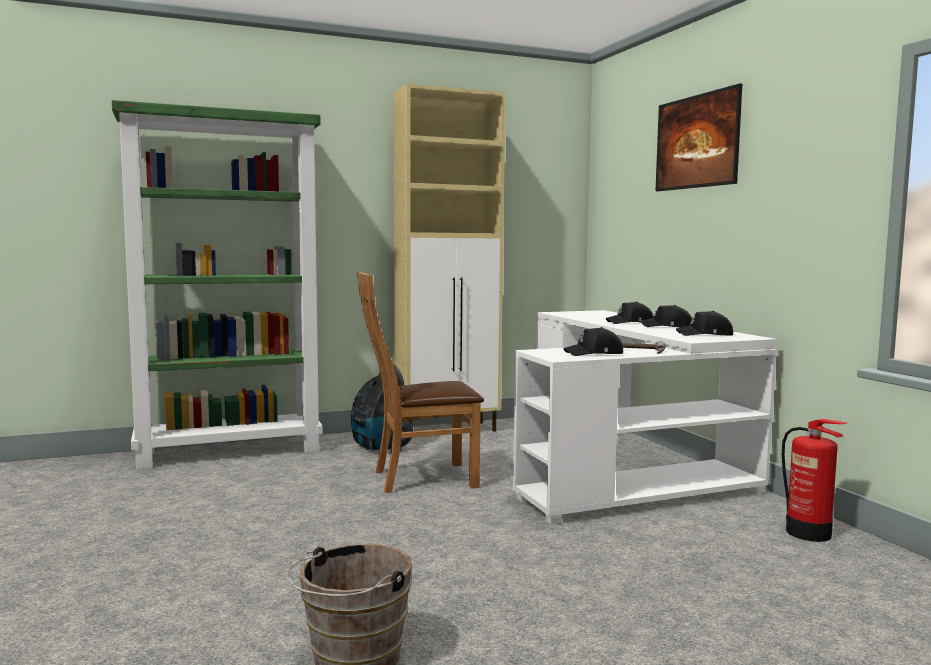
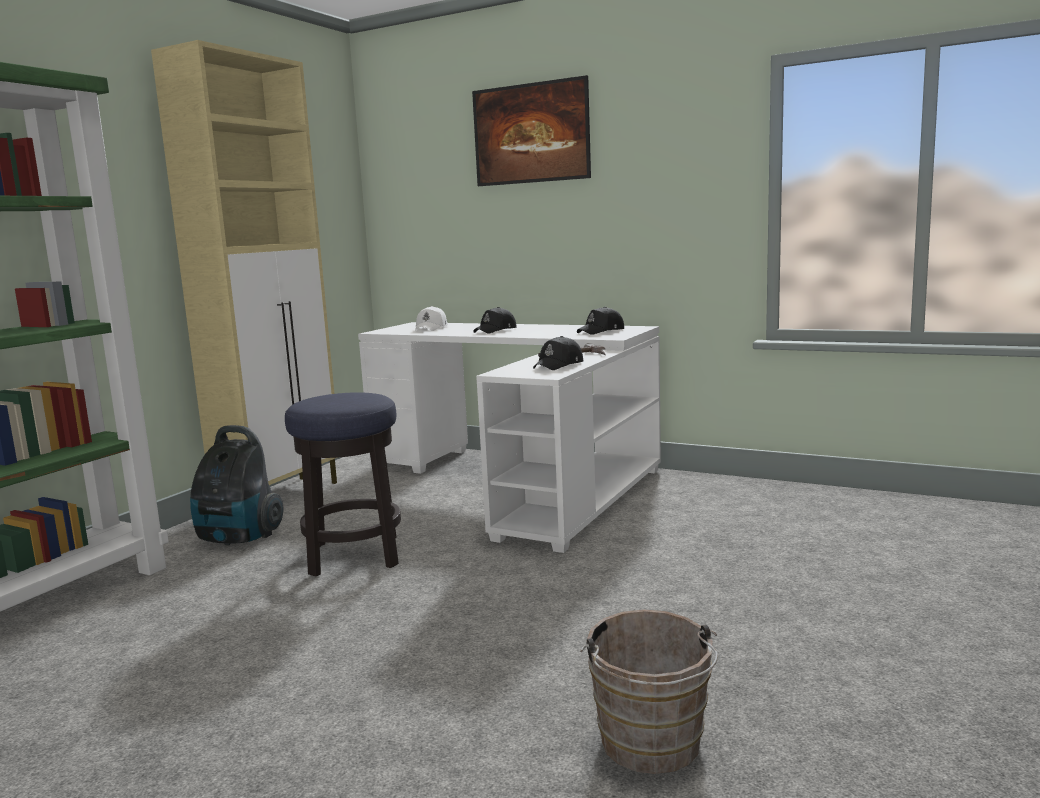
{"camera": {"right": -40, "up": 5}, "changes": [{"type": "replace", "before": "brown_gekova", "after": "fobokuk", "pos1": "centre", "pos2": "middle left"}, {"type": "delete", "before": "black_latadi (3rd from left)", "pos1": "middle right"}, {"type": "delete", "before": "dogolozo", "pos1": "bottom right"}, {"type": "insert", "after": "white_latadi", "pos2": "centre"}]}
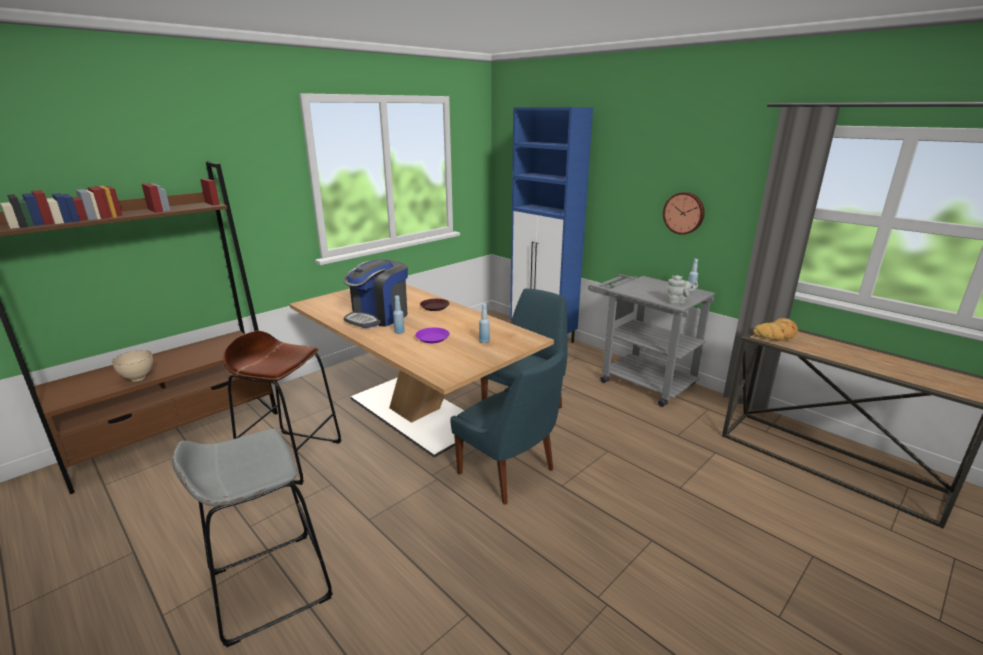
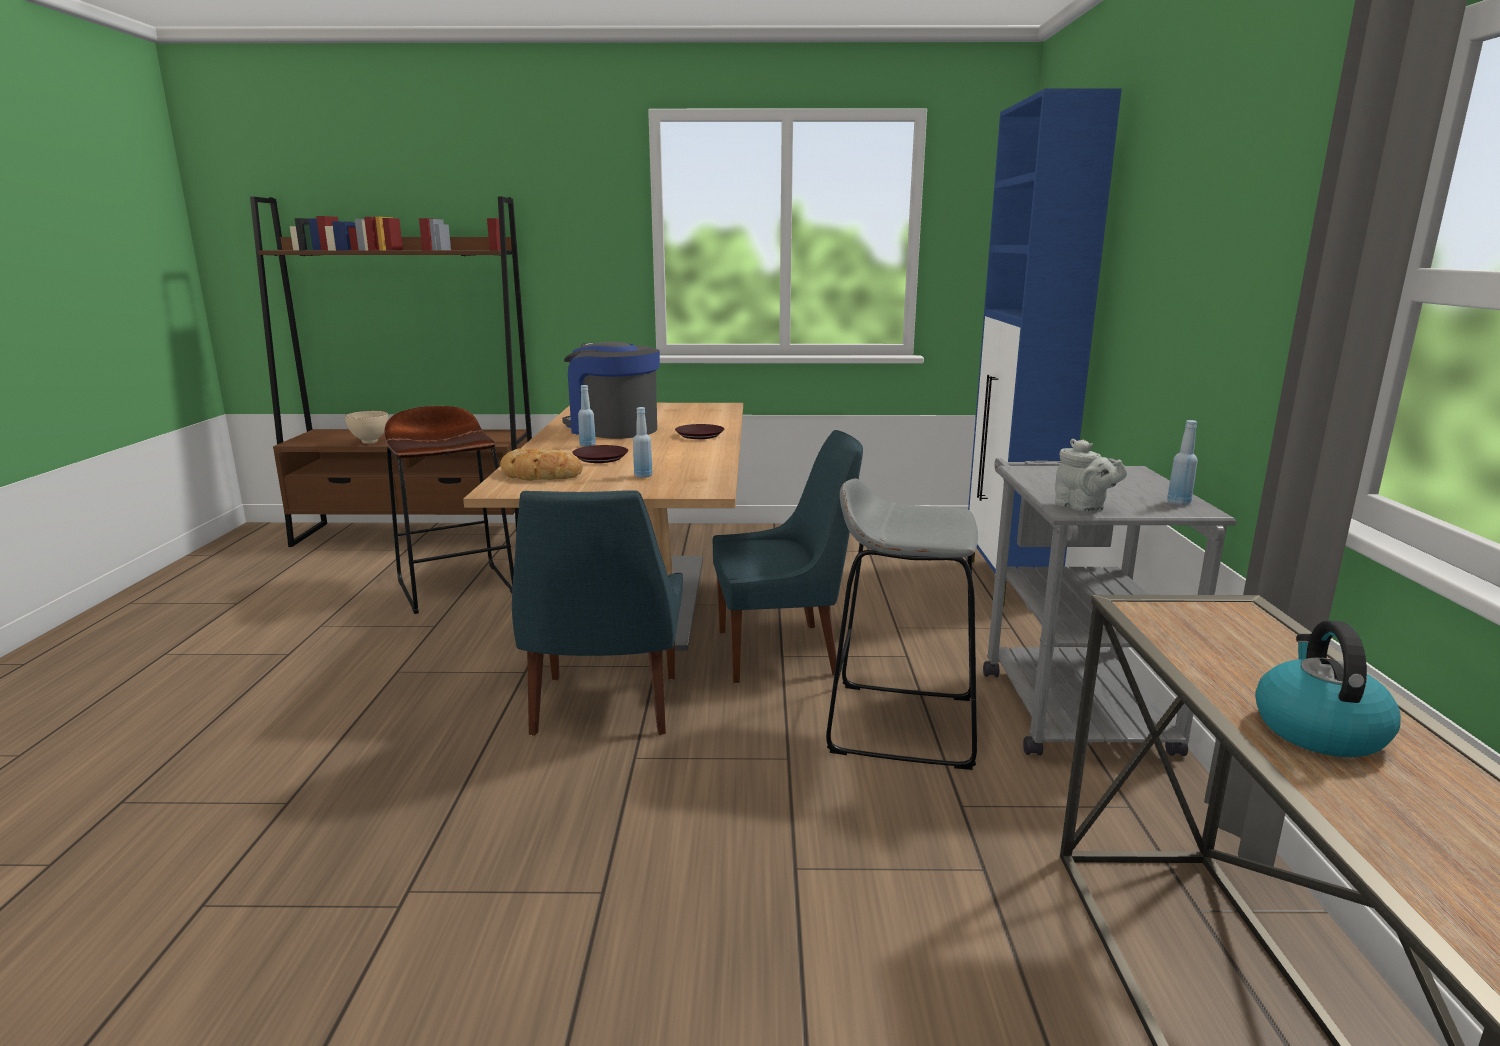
{"camera": {"right": 45, "up": -5}, "changes": [{"type": "delete", "before": "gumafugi", "pos1": "top right"}, {"type": "rotate", "before": "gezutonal", "pos1": "centre", "pos2": "centre", "turn": 45}, {"type": "move", "before": "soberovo", "pos1": "middle right", "pos2": "centre"}, {"type": "recolor", "before": "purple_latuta", "after": "brown_latuta (1st from left)", "pos1": "centre", "pos2": "centre"}, {"type": "move", "before": "grey_fobokuk", "pos1": "bottom left", "pos2": "centre"}, {"type": "insert", "after": "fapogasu", "pos2": "middle right"}]}
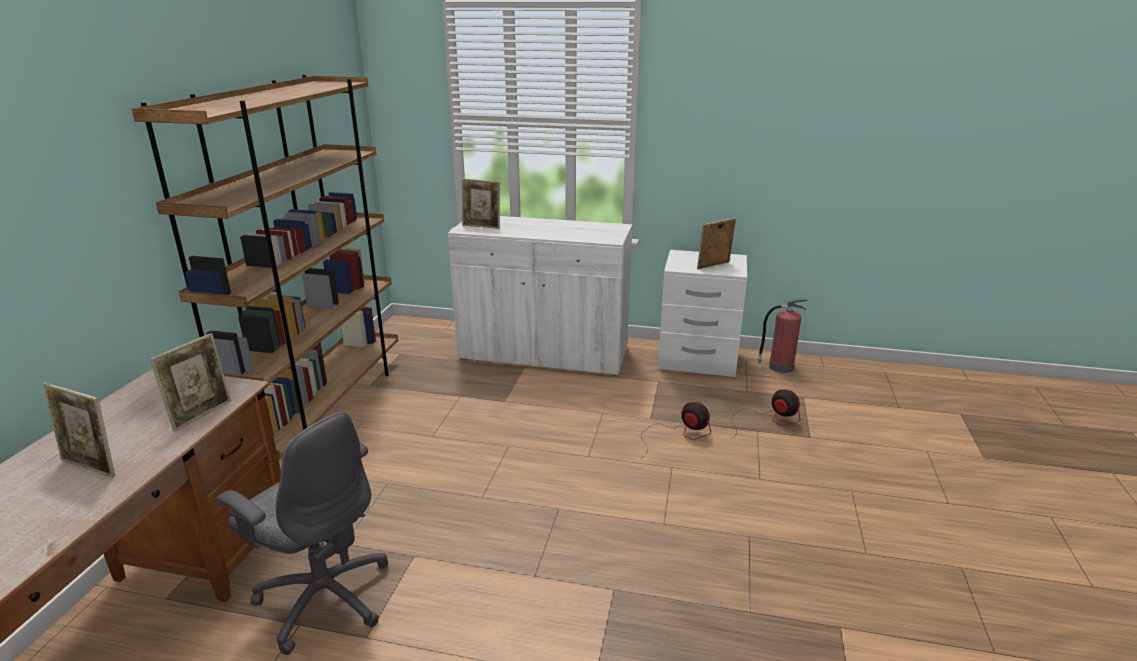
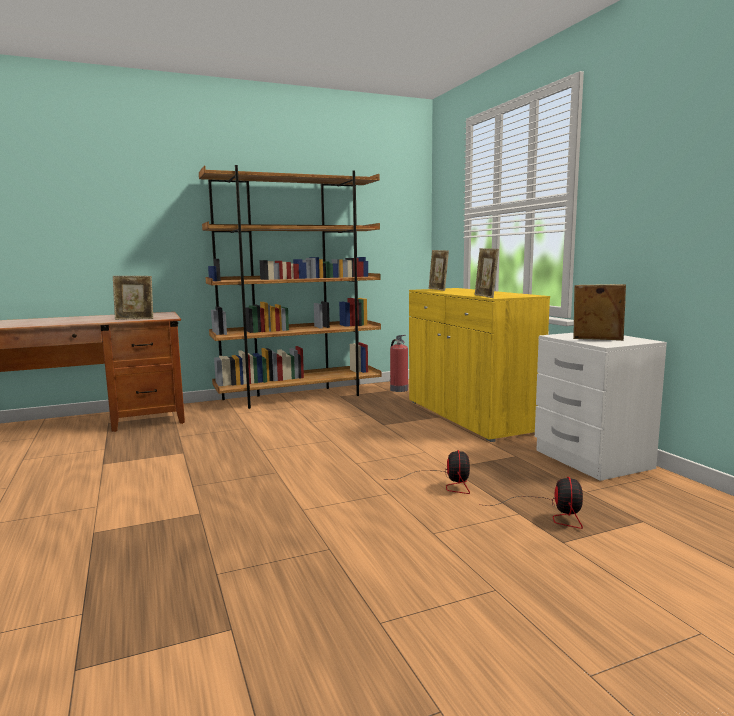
{"camera": {"right": 55, "up": -15}, "changes": [{"type": "recolor", "before": "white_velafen", "after": "yellow_velafen", "pos1": "centre", "pos2": "centre"}, {"type": "move", "before": "dogolozo", "pos1": "middle right", "pos2": "centre"}, {"type": "move", "before": "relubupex (1st from left in the first image)", "after": "relubupex (3rd from left)", "pos1": "middle left", "pos2": "centre"}, {"type": "delete", "before": "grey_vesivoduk", "pos1": "bottom left"}]}
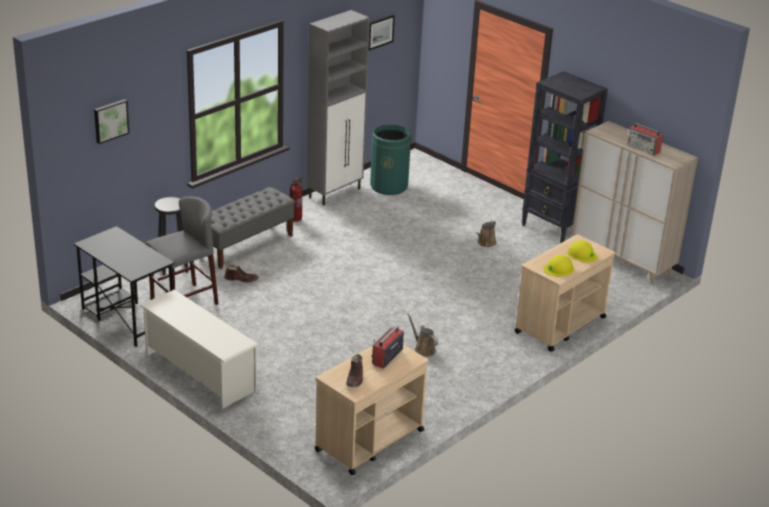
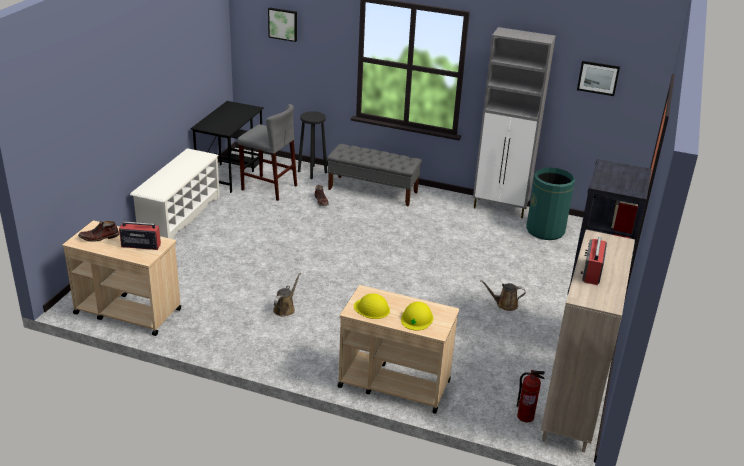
{"camera": {"right": 65, "up": 0}, "changes": [{"type": "move", "before": "dogolozo", "pos1": "centre", "pos2": "bottom right"}]}
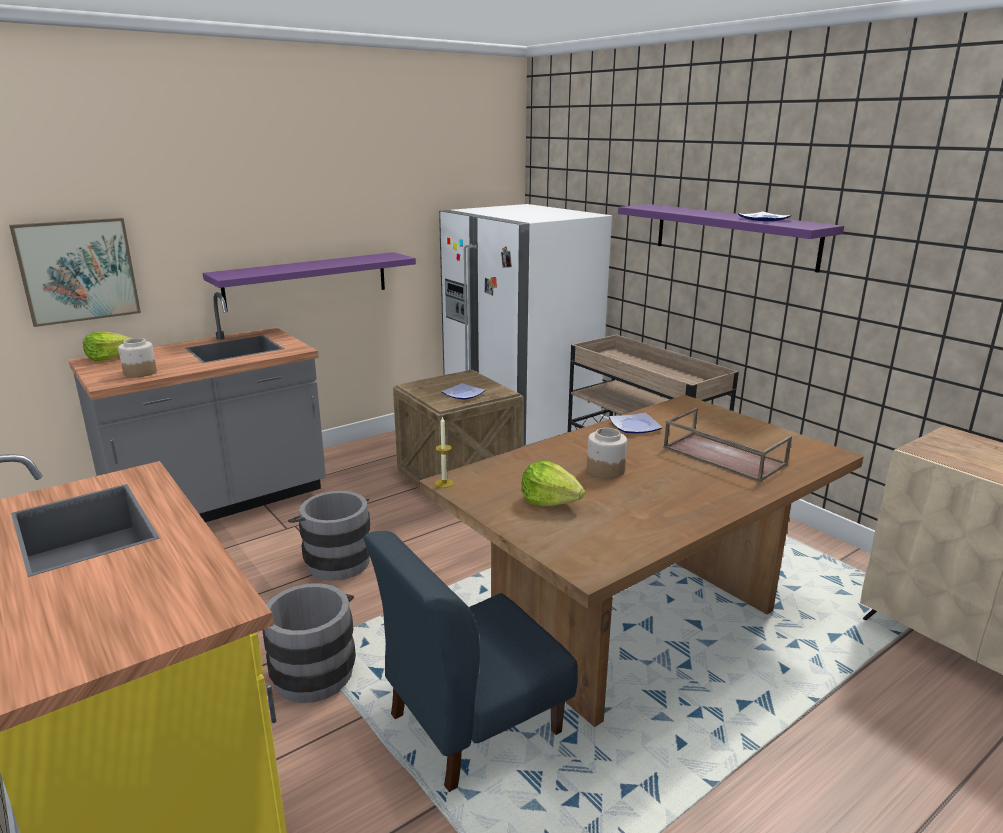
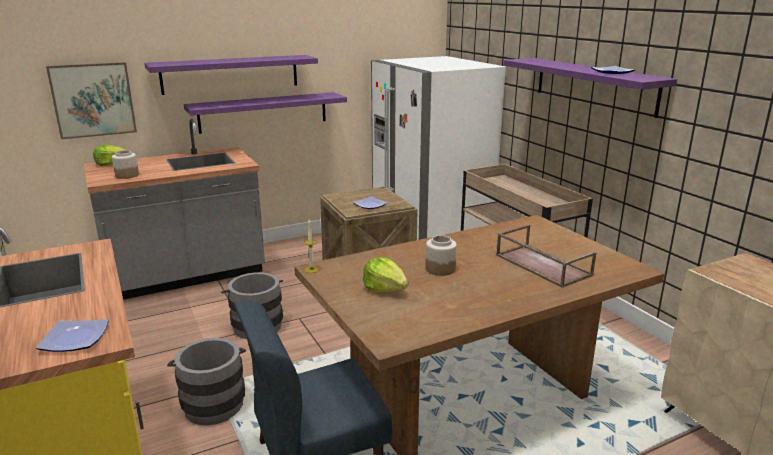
{"camera": {"right": 10, "up": 0}, "changes": [{"type": "move", "before": "latuta (2nd from left in the first image)", "after": "latuta (1st from left)", "pos1": "centre", "pos2": "bottom left"}, {"type": "insert", "after": "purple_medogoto (1st from left)", "pos2": "top left"}]}
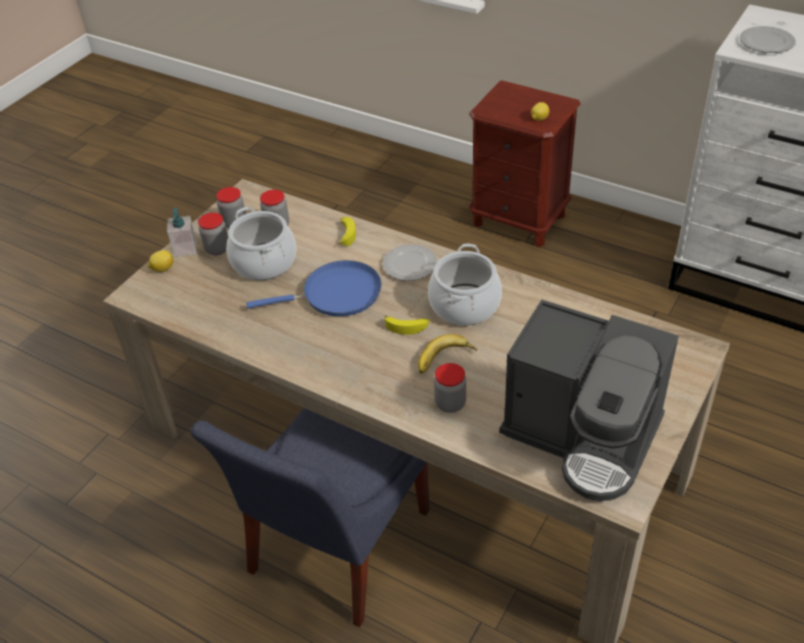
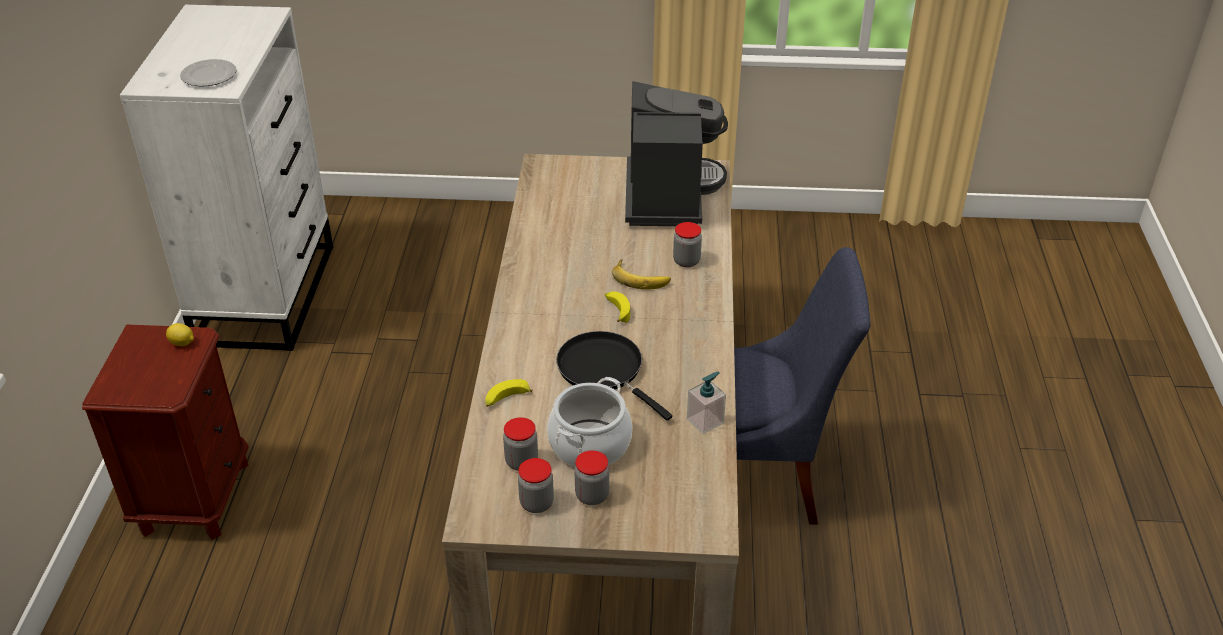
{"camera": {"right": -120, "up": -5}, "changes": [{"type": "move", "before": "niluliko", "pos1": "middle left", "pos2": "centre"}, {"type": "delete", "before": "latuta (1st from left)", "pos1": "centre"}, {"type": "delete", "before": "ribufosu (2nd from left)", "pos1": "centre"}, {"type": "delete", "before": "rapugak (1st from left)", "pos1": "middle left"}, {"type": "recolor", "before": "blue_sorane", "after": "black_sorane", "pos1": "centre", "pos2": "centre"}]}
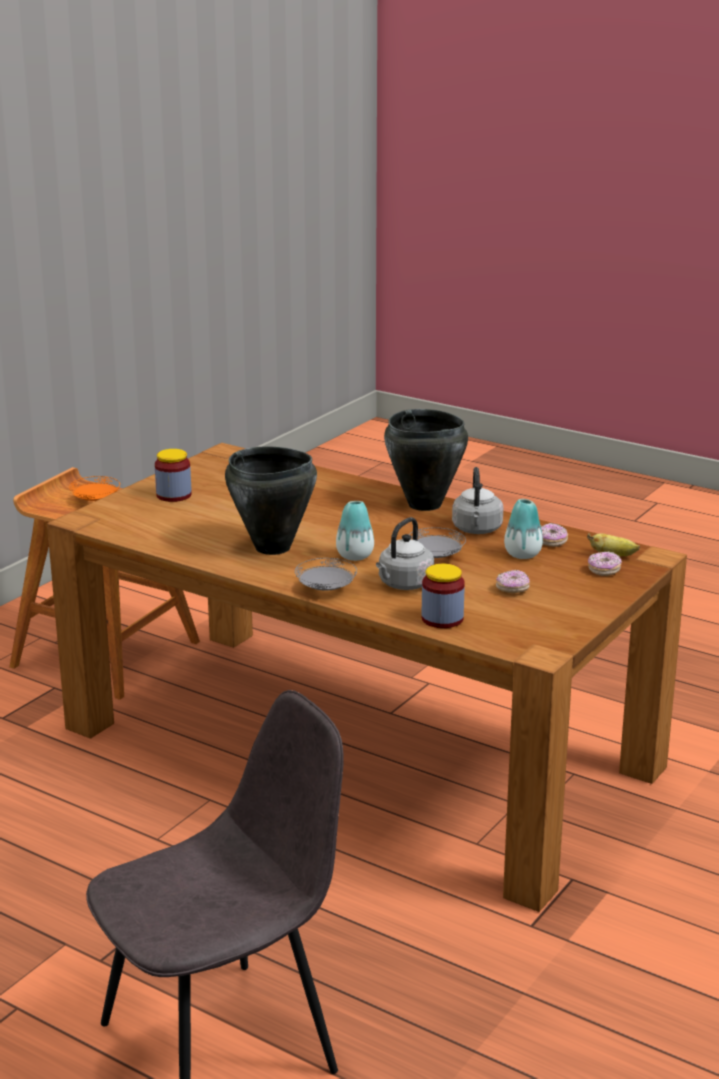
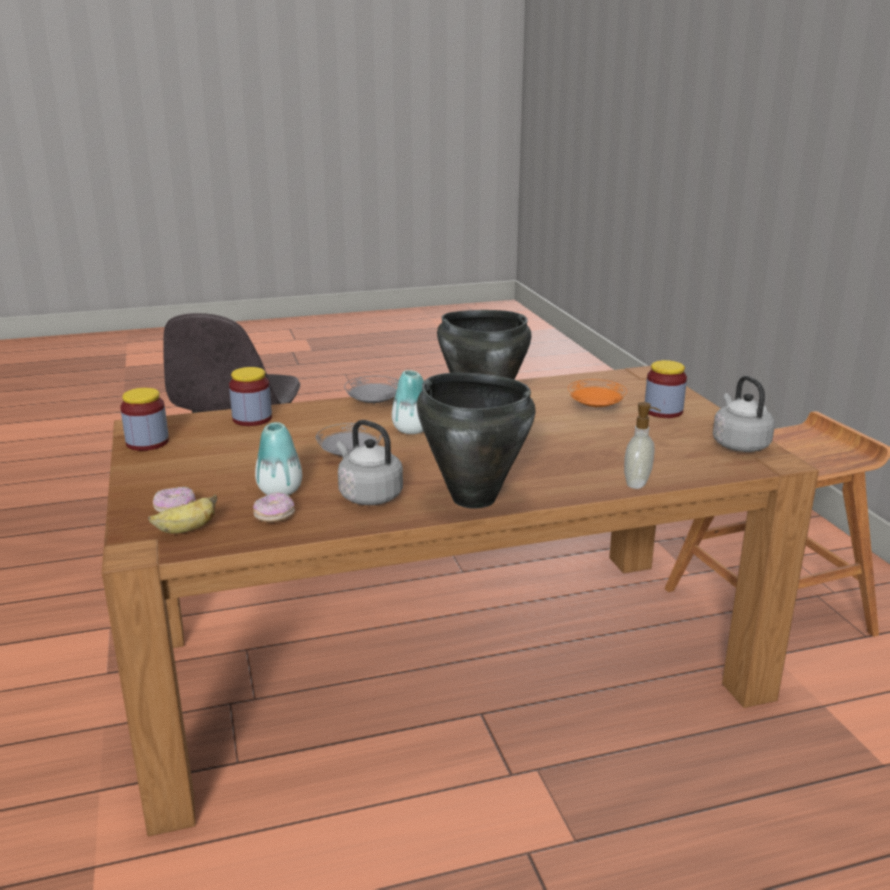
{"camera": {"right": 130, "up": 0}, "changes": [{"type": "move", "before": "orange_latuta", "pos1": "middle left", "pos2": "middle right"}, {"type": "move", "before": "grey_fapogasu (1st from left in the first image)", "after": "grey_fapogasu (2nd from left)", "pos1": "centre", "pos2": "middle right"}, {"type": "delete", "before": "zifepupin (1st from left)", "pos1": "middle right"}, {"type": "insert", "after": "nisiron (1st from left)", "pos2": "middle left"}, {"type": "insert", "after": "niluliko", "pos2": "middle right"}]}
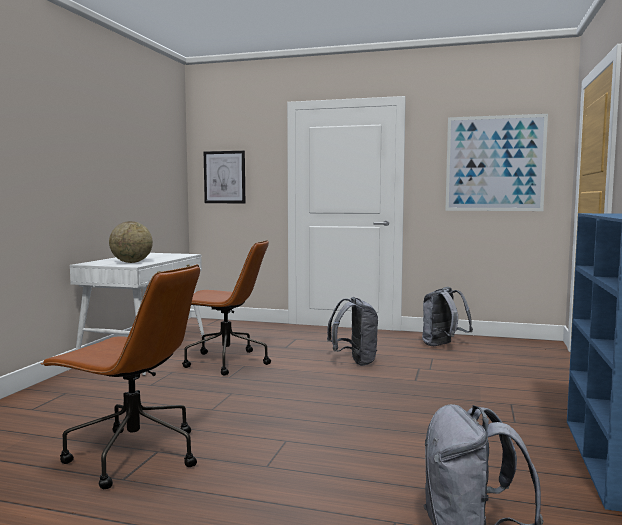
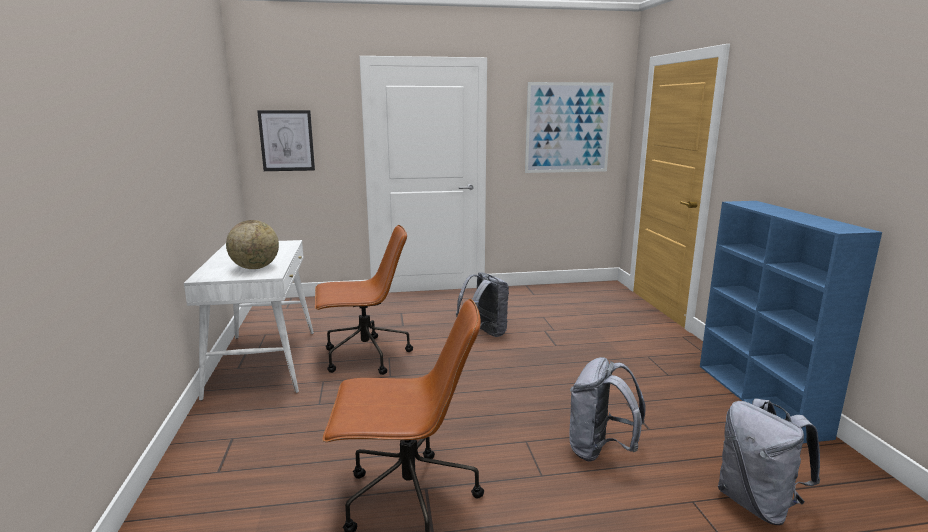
{"camera": {"right": -25, "up": 10}, "changes": [{"type": "move", "before": "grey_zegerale (2nd from left)", "pos1": "middle right", "pos2": "bottom centre"}]}
